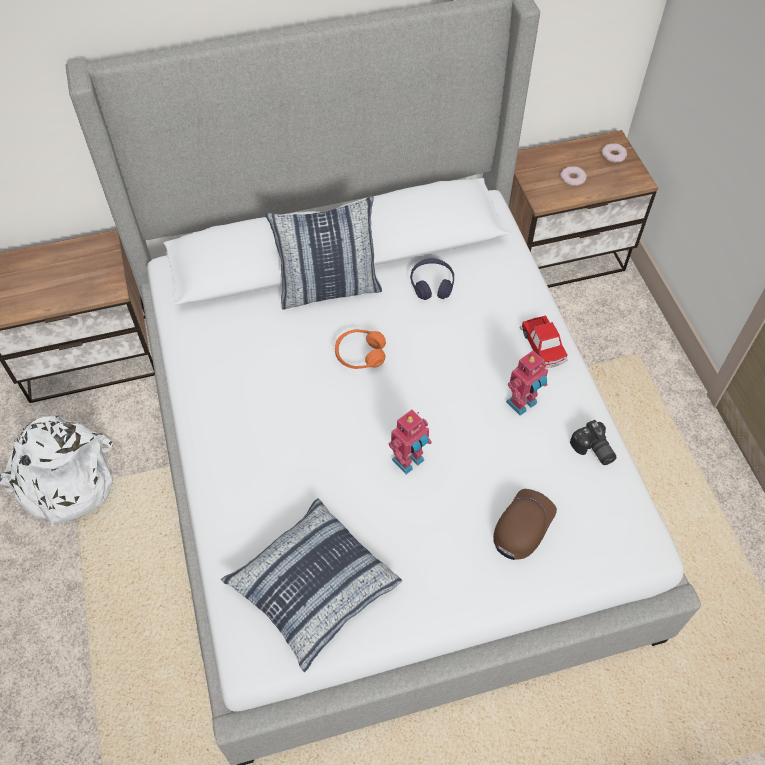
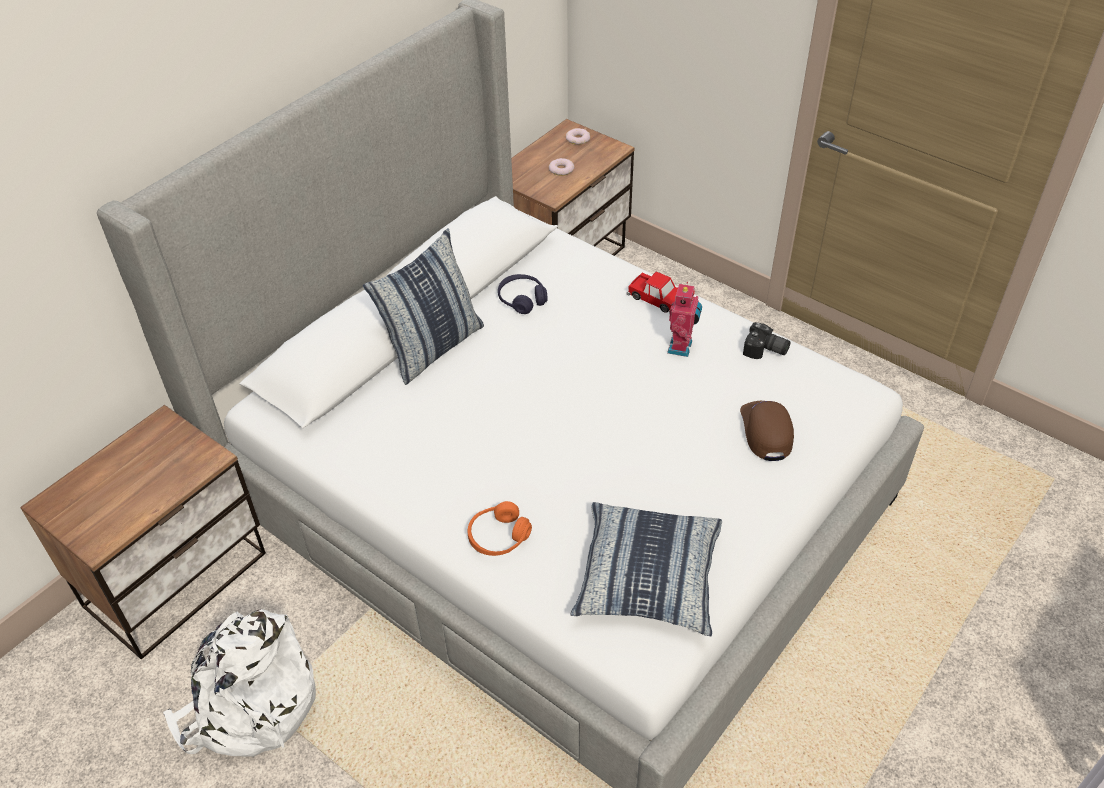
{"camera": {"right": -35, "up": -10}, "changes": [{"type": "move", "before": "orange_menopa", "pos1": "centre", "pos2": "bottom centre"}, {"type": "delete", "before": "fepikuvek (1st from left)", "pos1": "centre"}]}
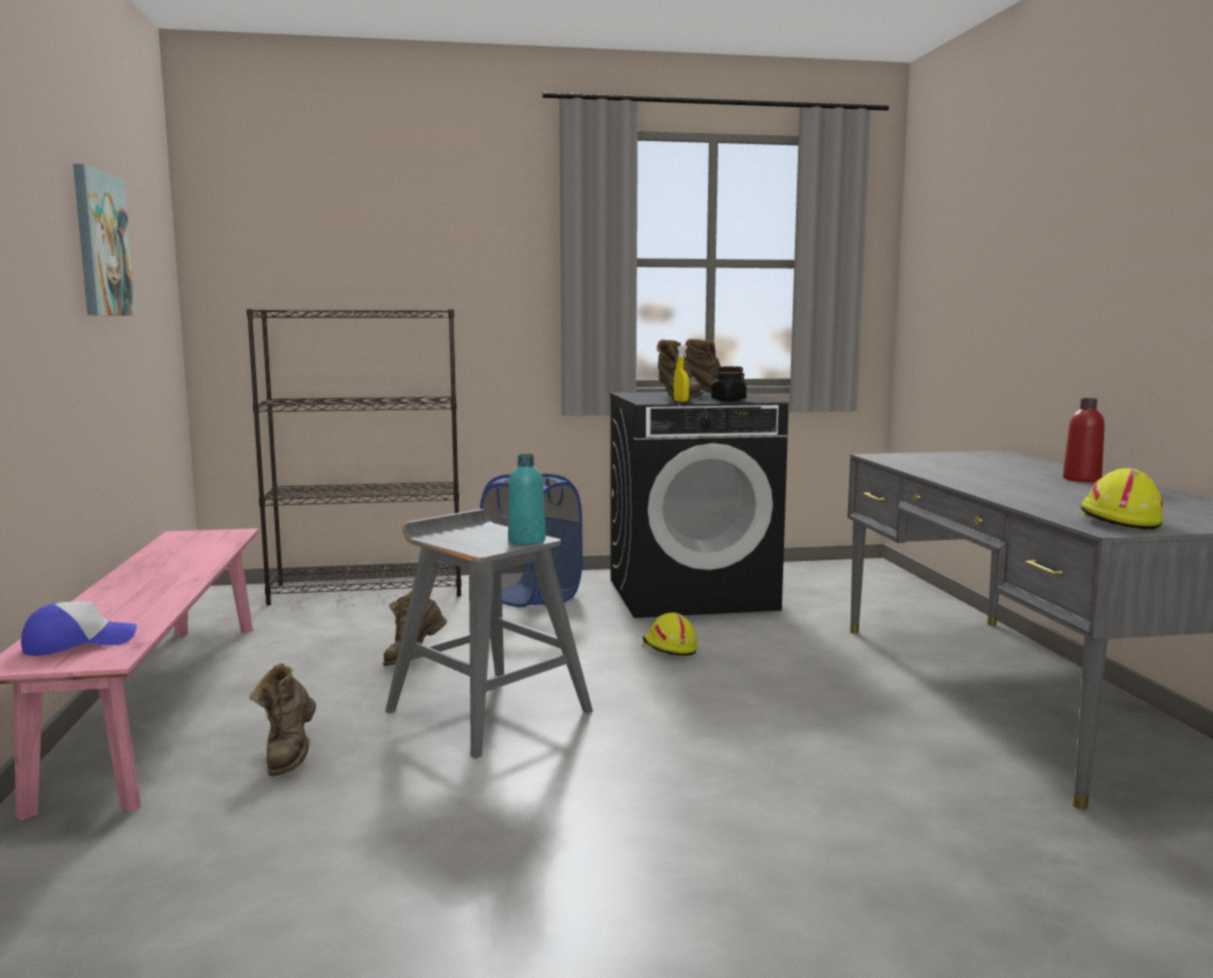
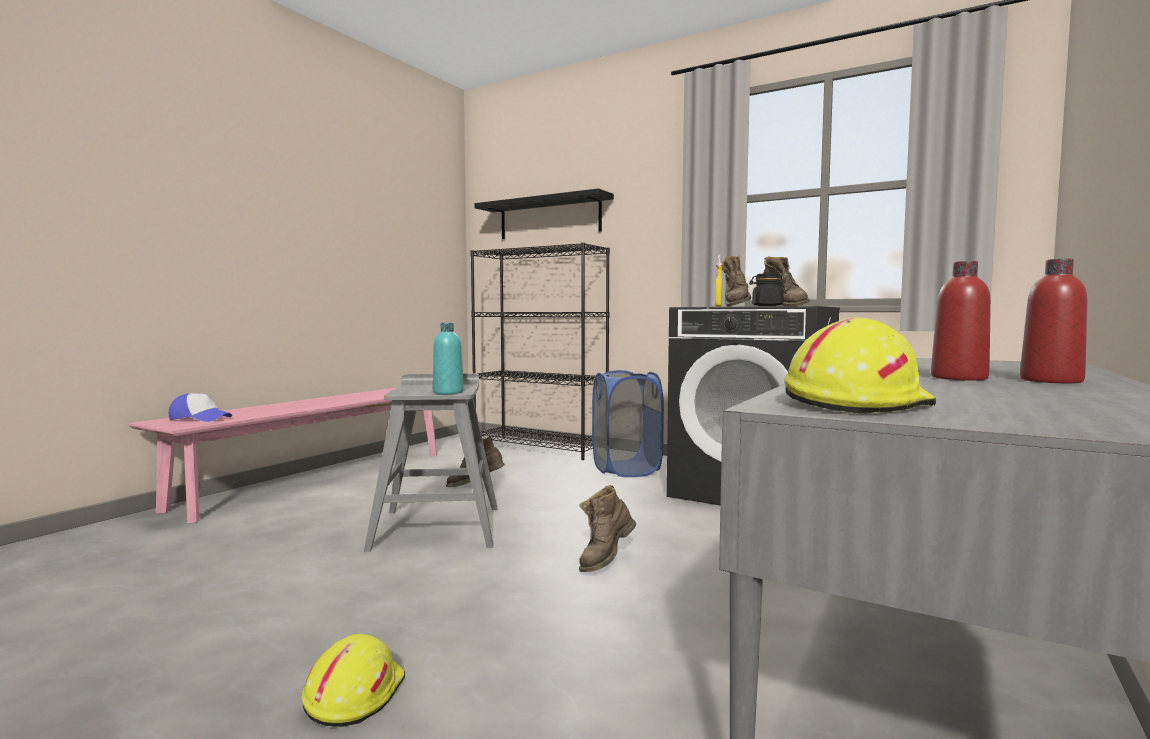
{"camera": {"right": 40, "up": -5}, "changes": [{"type": "delete", "before": "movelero", "pos1": "top left"}, {"type": "move", "before": "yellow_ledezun (1st from left)", "pos1": "centre", "pos2": "bottom left"}, {"type": "move", "before": "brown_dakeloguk (1st from left in the first image)", "after": "brown_dakeloguk (2nd from left)", "pos1": "bottom left", "pos2": "bottom centre"}, {"type": "insert", "after": "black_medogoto", "pos2": "top centre"}, {"type": "insert", "after": "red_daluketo (1st from left)", "pos2": "middle right"}]}
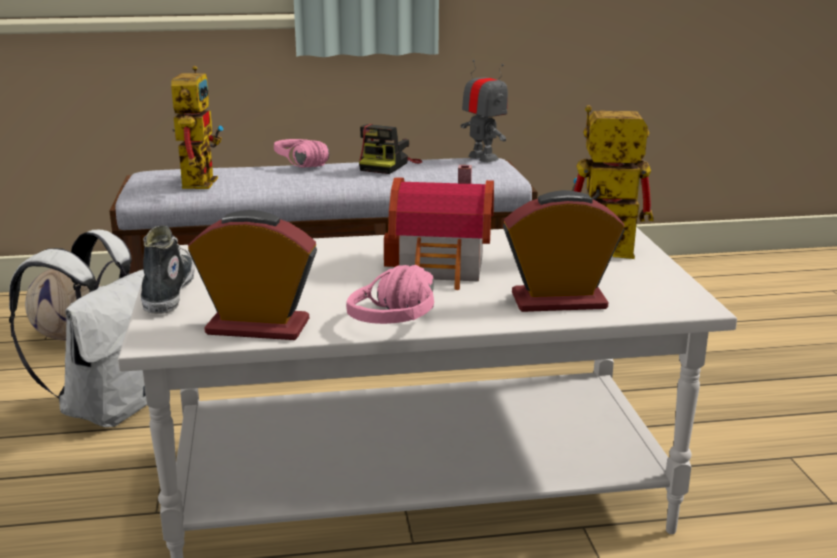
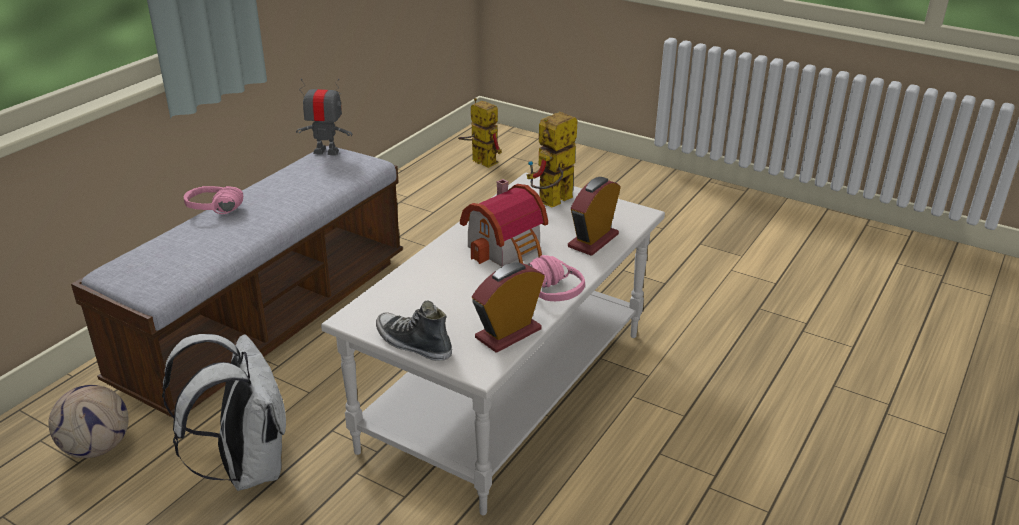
{"camera": {"right": -50, "up": 10}, "changes": [{"type": "move", "before": "fepikuvek (1st from left in the first image)", "after": "fepikuvek (2nd from left)", "pos1": "top left", "pos2": "top centre"}, {"type": "delete", "before": "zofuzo", "pos1": "top centre"}]}
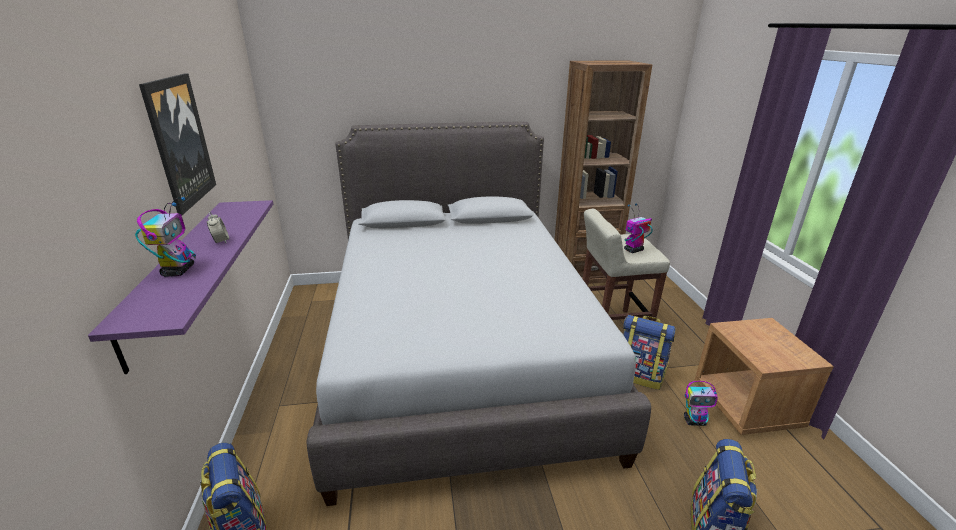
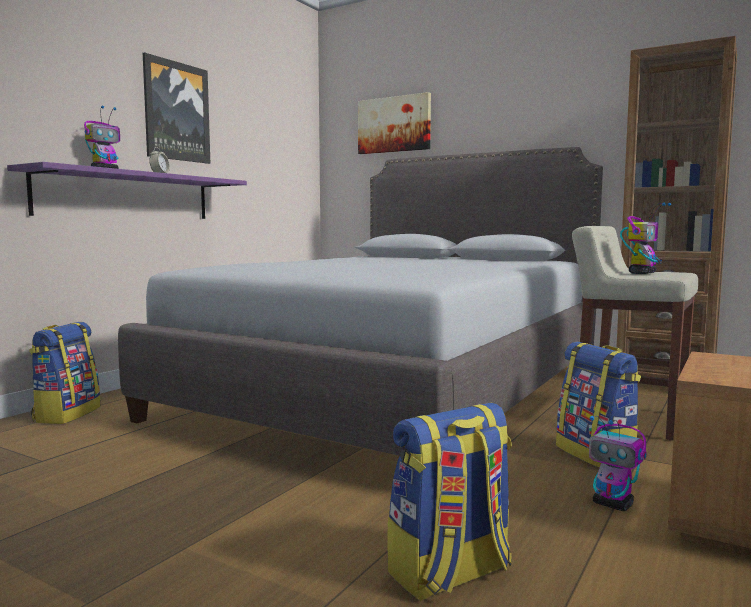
{"camera": {"right": 40, "up": -20}, "changes": [{"type": "rotate", "before": "fepikuvek (2nd from left in the first image)", "pos1": "middle right", "pos2": "middle right", "turn": 120}, {"type": "insert", "after": "movelero (2nd from left)", "pos2": "top centre"}]}
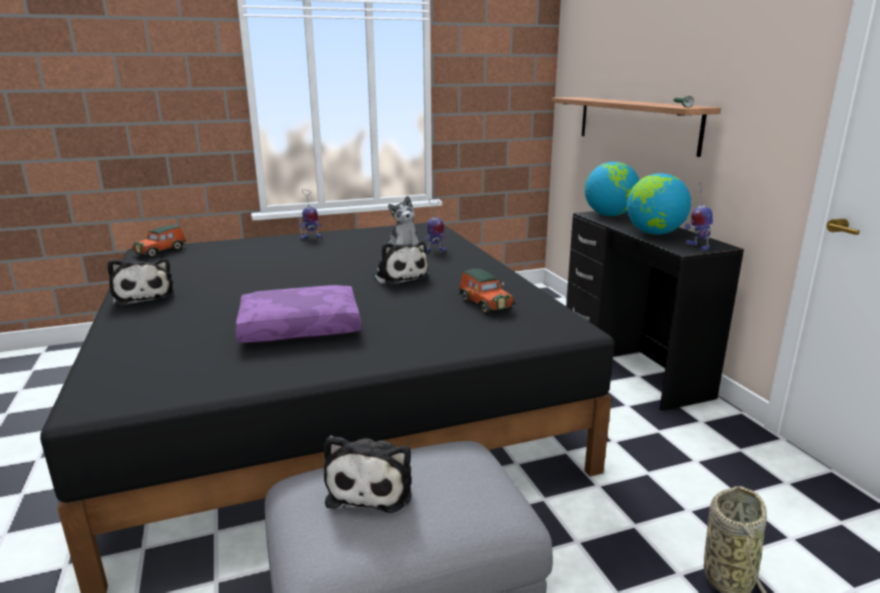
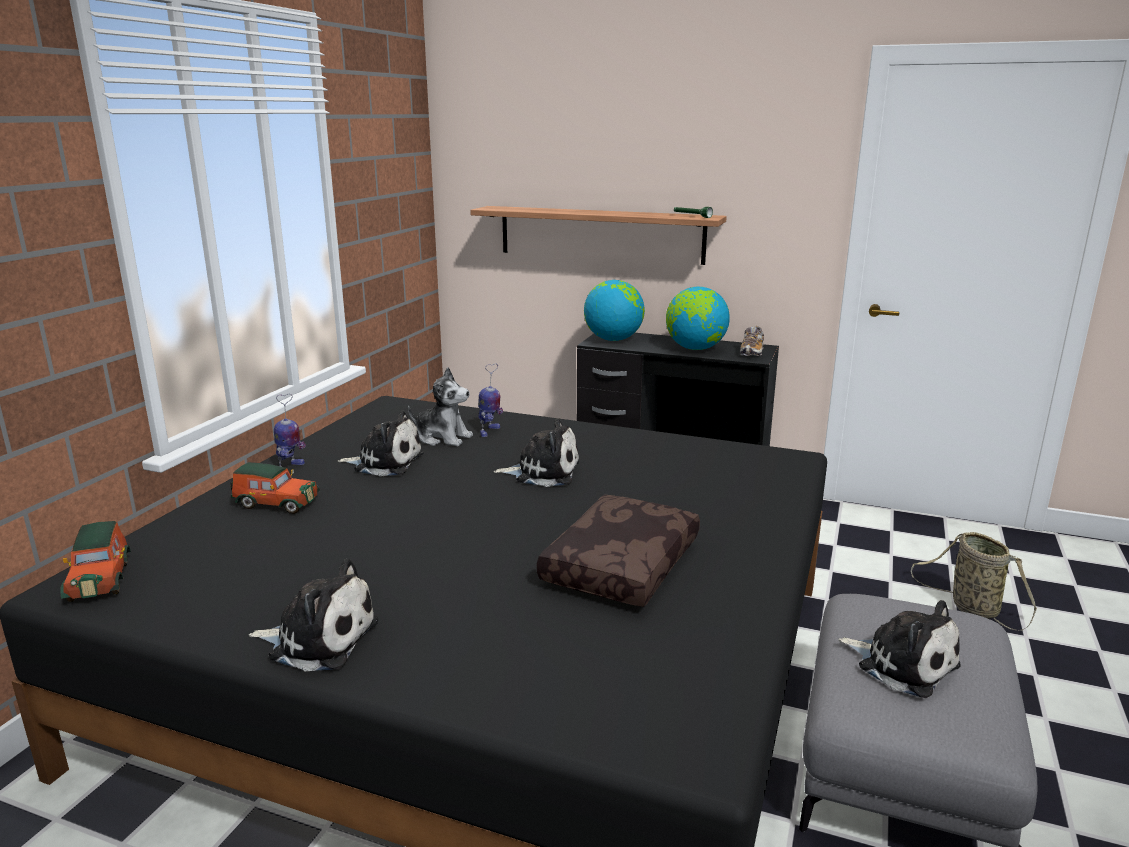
{"camera": {"right": -50, "up": 0}, "changes": [{"type": "replace", "before": "fepikuvek (3rd from left)", "after": "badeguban", "pos1": "middle right", "pos2": "centre"}, {"type": "move", "before": "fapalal (2nd from left)", "pos1": "centre", "pos2": "middle left"}, {"type": "recolor", "before": "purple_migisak", "after": "brown_migisak", "pos1": "centre", "pos2": "centre"}, {"type": "insert", "after": "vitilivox (2nd from left)", "pos2": "centre"}]}
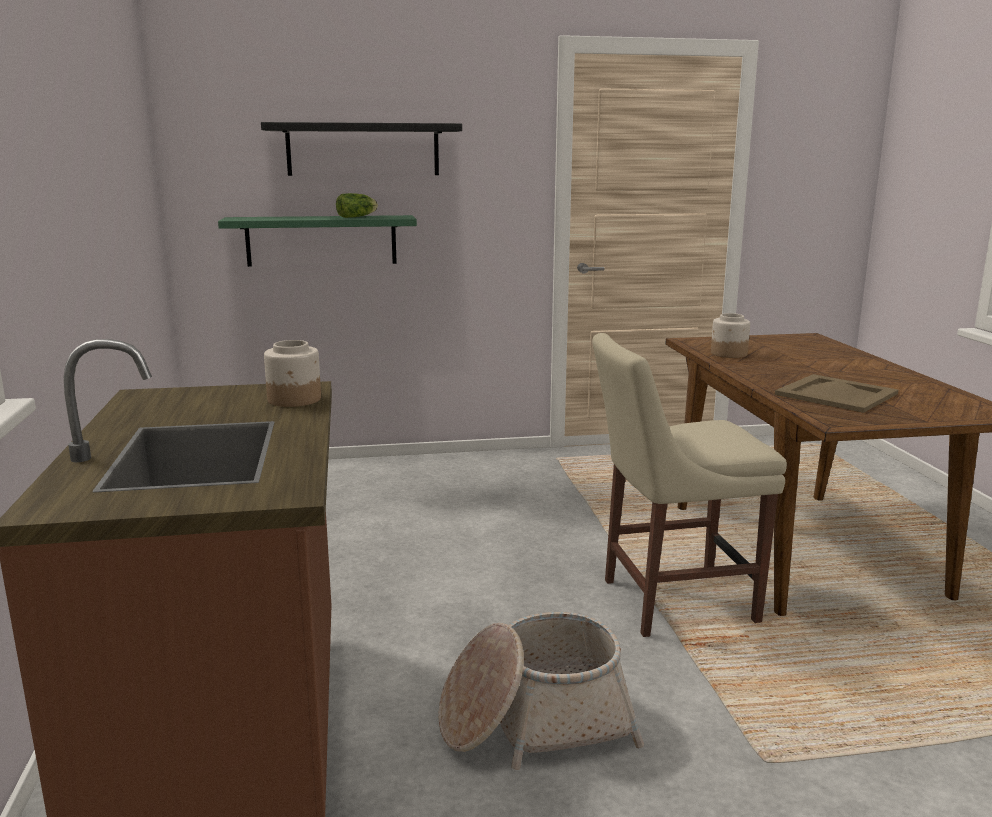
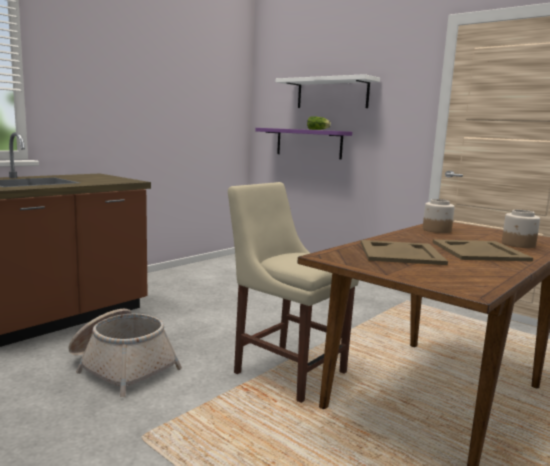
{"camera": {"right": 50, "up": -5}, "changes": [{"type": "recolor", "before": "black_medogoto", "after": "white_medogoto", "pos1": "top centre", "pos2": "top centre"}, {"type": "recolor", "before": "green_medogoto", "after": "purple_medogoto", "pos1": "top left", "pos2": "top centre"}, {"type": "move", "before": "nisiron (1st from left in the first image)", "after": "nisiron (2nd from left)", "pos1": "middle left", "pos2": "middle right"}, {"type": "insert", "after": "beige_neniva (2nd from left)", "pos2": "middle right"}]}
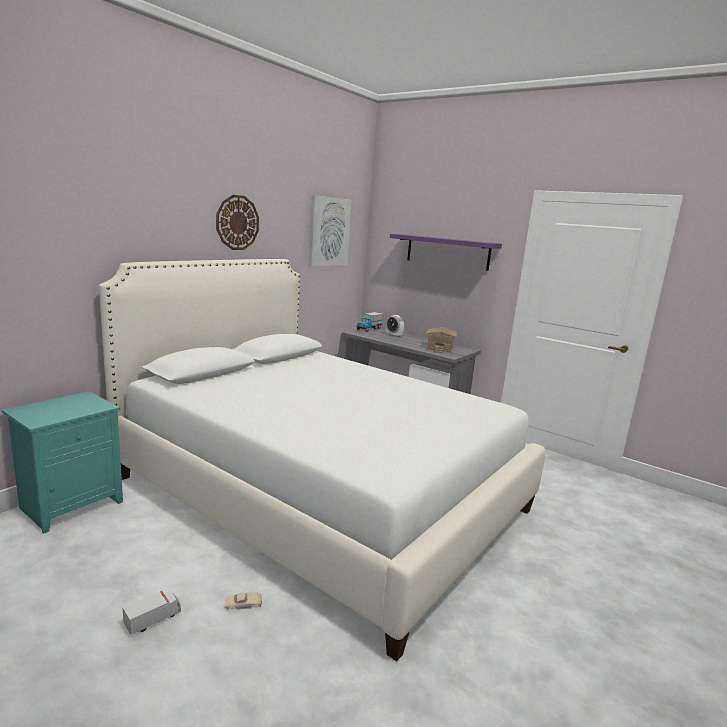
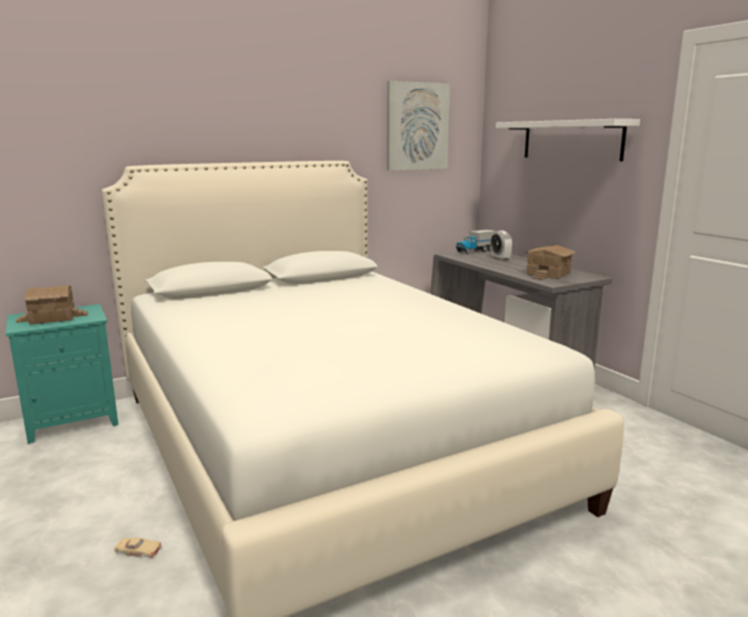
{"camera": {"right": 25, "up": 0}, "changes": [{"type": "delete", "before": "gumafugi", "pos1": "top left"}, {"type": "recolor", "before": "purple_medogoto", "after": "white_medogoto", "pos1": "centre", "pos2": "top right"}, {"type": "delete", "before": "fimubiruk (1st from left)", "pos1": "bottom left"}, {"type": "insert", "after": "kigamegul (1st from left)", "pos2": "middle left"}]}
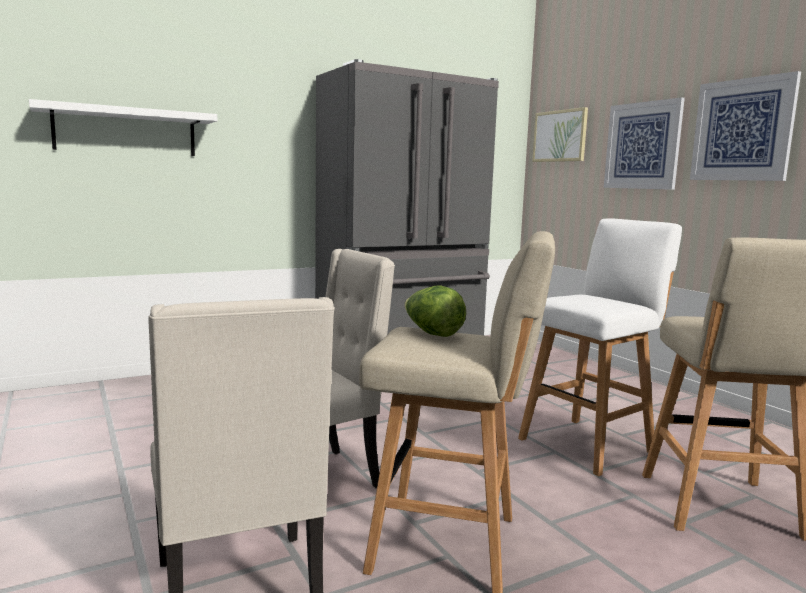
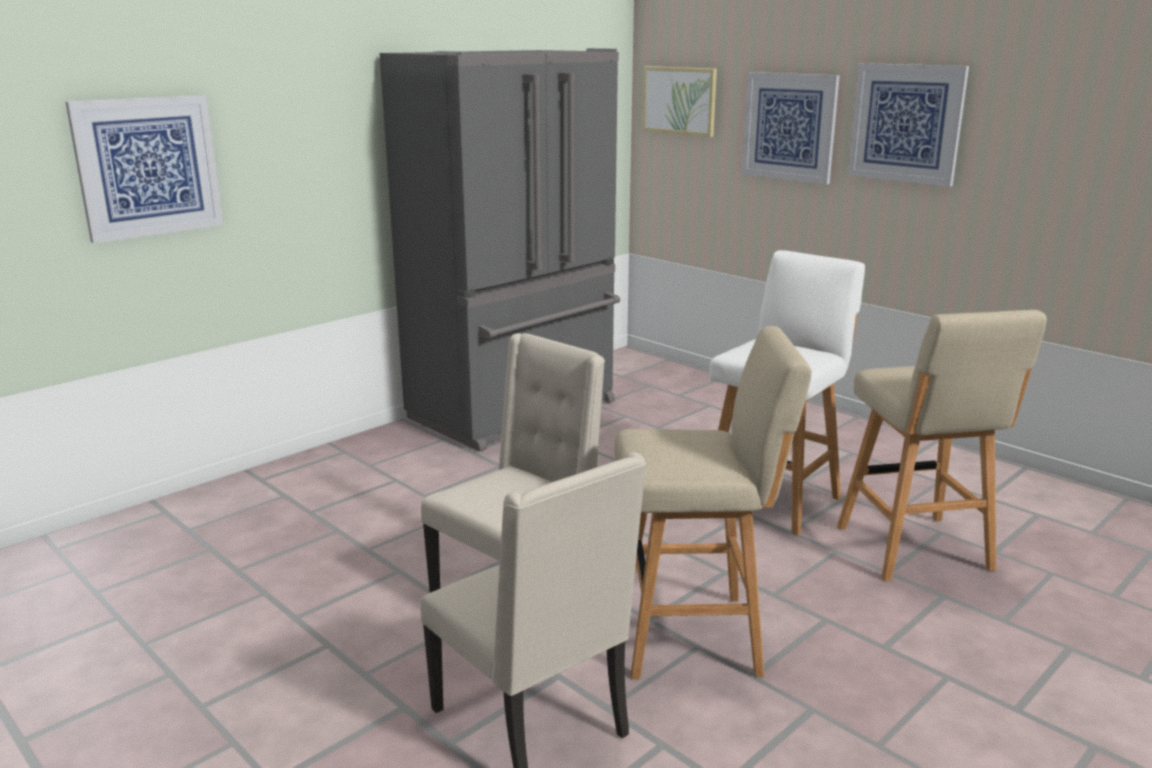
{"camera": {"right": -15, "up": 10}, "changes": [{"type": "replace", "before": "white_medogoto", "after": "movelero (1st from left)", "pos1": "top left", "pos2": "top left"}, {"type": "delete", "before": "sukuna", "pos1": "centre"}]}
